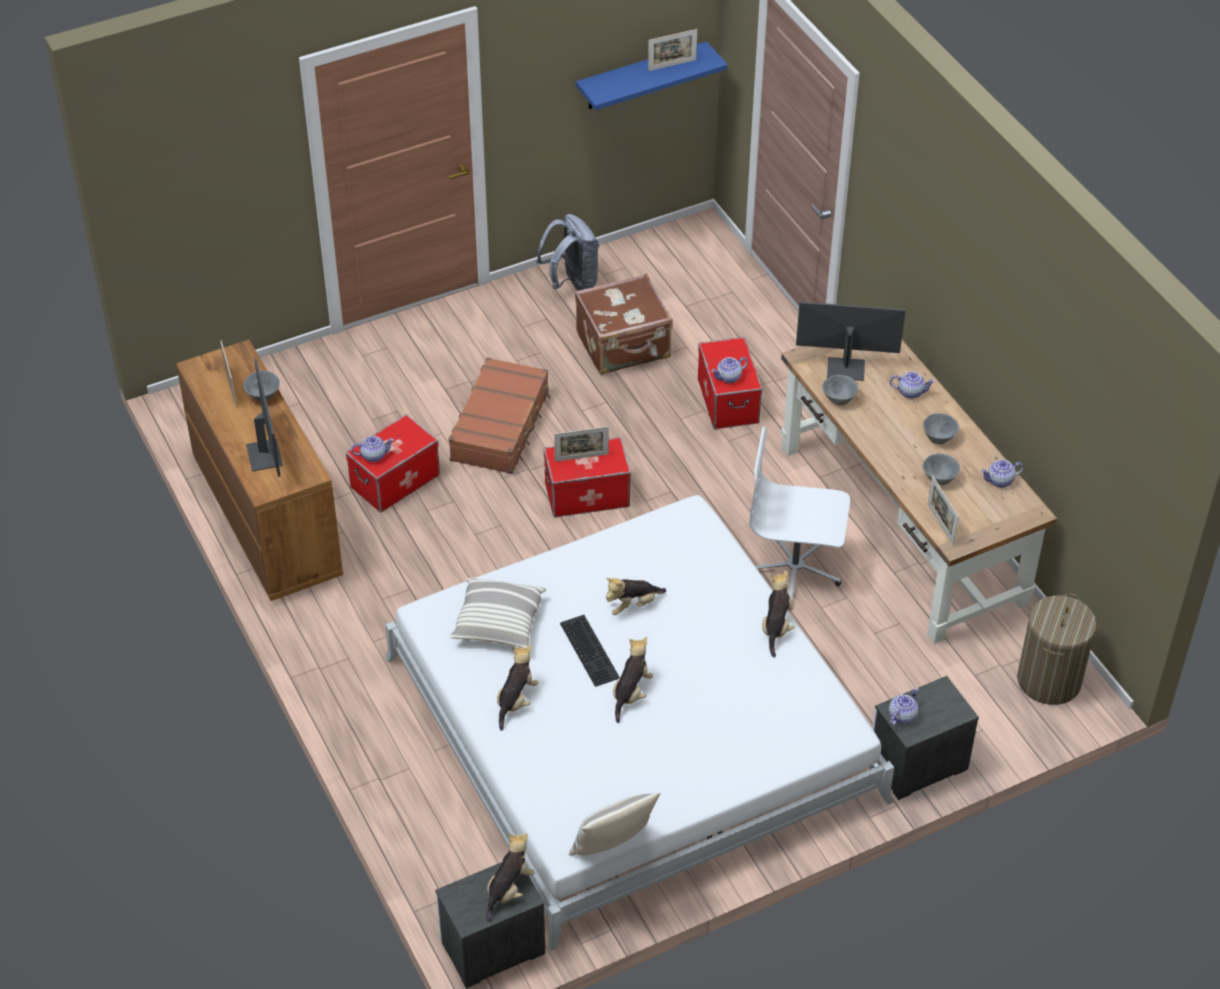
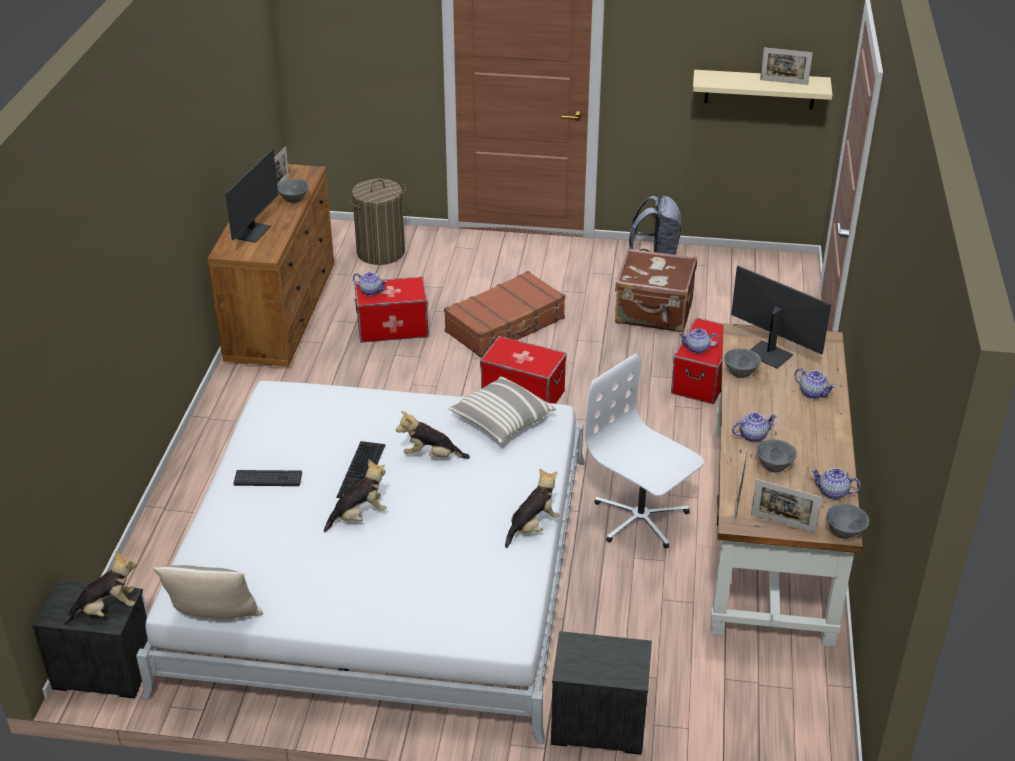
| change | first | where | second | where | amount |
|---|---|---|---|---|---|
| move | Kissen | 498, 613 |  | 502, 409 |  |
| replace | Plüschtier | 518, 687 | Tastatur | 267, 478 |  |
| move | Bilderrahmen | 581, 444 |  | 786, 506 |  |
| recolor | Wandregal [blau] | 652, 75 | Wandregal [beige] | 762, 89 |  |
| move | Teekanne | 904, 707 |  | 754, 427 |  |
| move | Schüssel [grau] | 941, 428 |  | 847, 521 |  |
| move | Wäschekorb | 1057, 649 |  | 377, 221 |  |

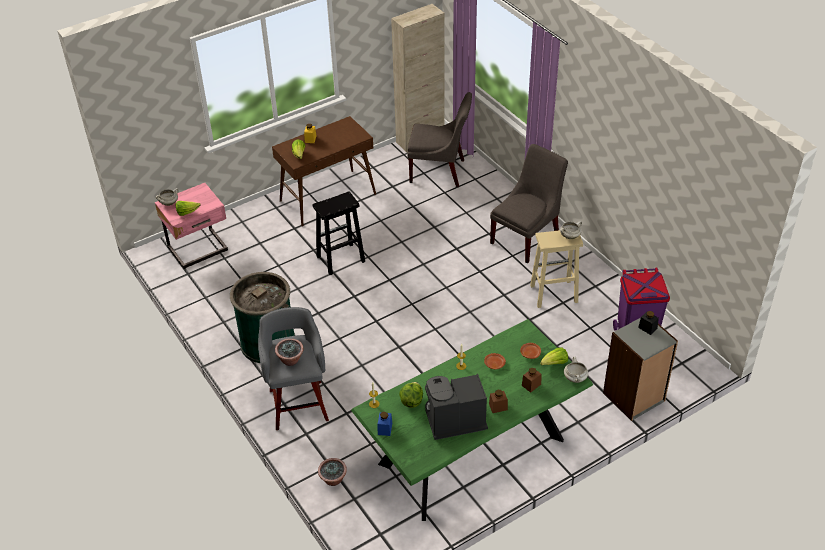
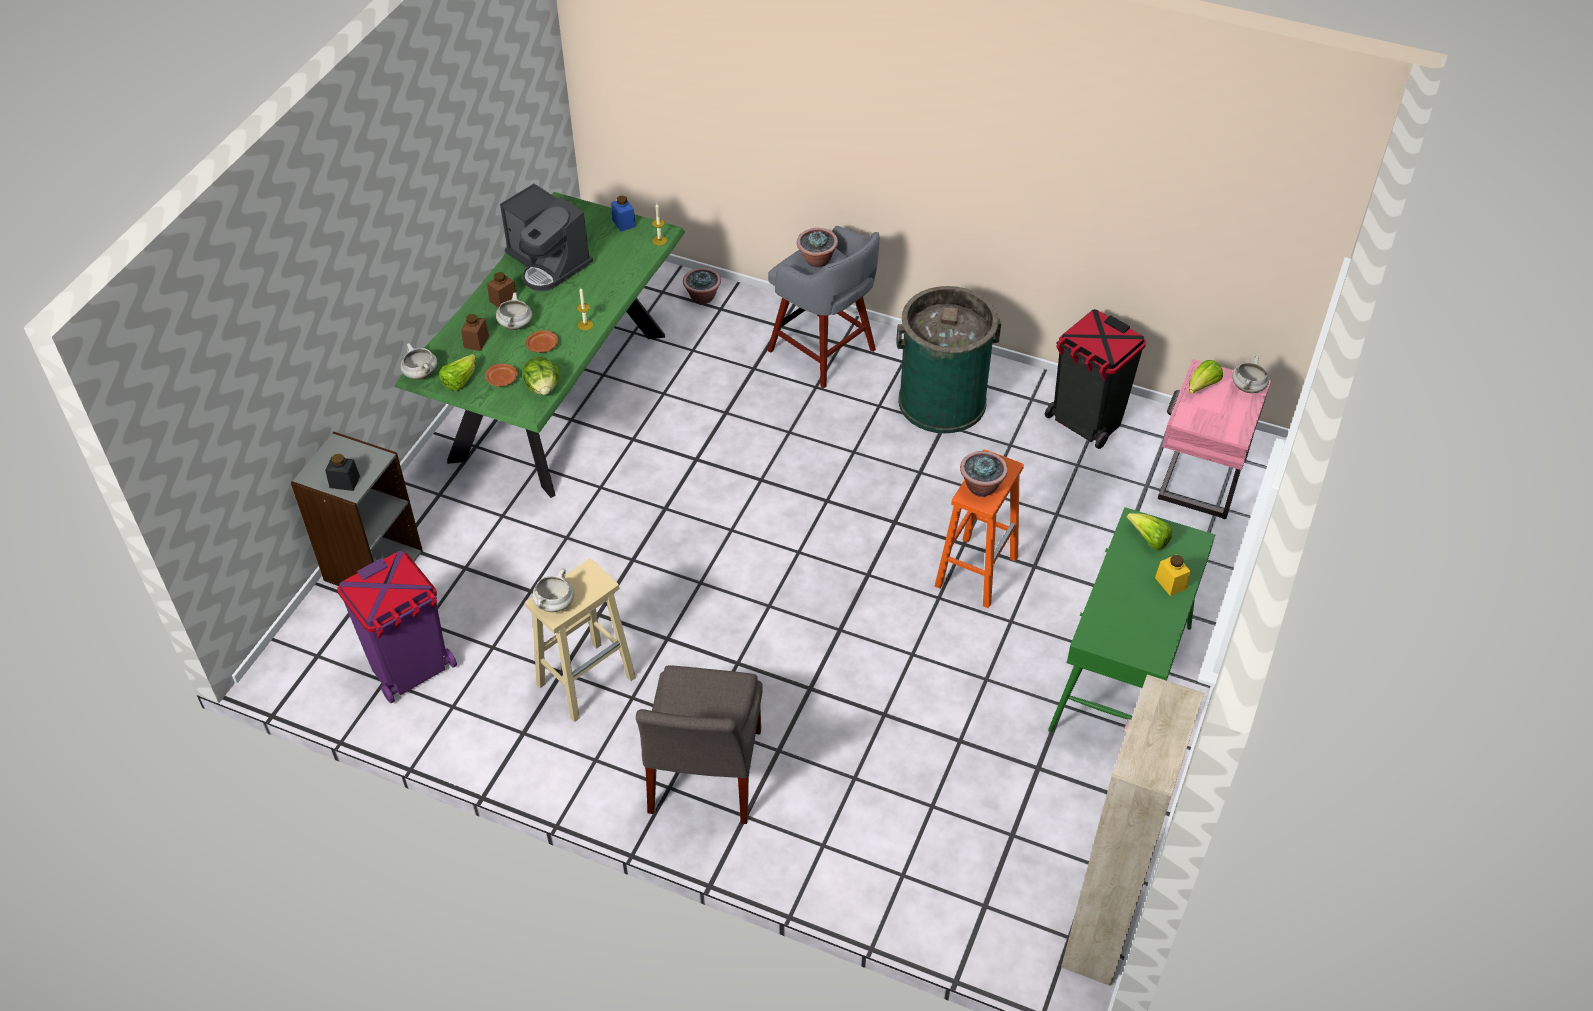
| change | first | where | second | where | amount |
|---|---|---|---|---|---|
| recolor | Konsolentisch [braun] | 324, 171 | Konsolentisch [grün] | 1131, 619 |  |
| recolor | Hocker [schwarz] | 338, 233 | Hocker [orange] | 979, 528 |  |
| move | Salatkopf | 411, 395 |  | 541, 376 |  |
| delete | Stuhl [grau] | 439, 139 |  |  |  |
| rotate | Kaffeemaschine | 456, 407 |  | 546, 238 | 90 degrees clockwise |
| insert |  |  | Kochtopf [weiß] | 514, 311 |  |
| insert |  |  | Topfpflanze | 984, 474 |  |
| insert |  |  | Mülleimer [schwarz] | 1095, 379 |  |

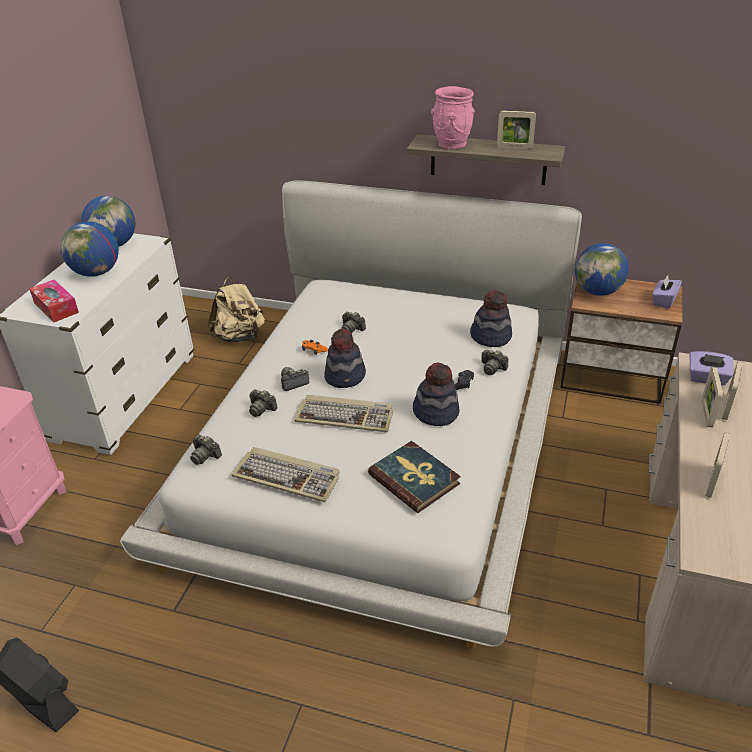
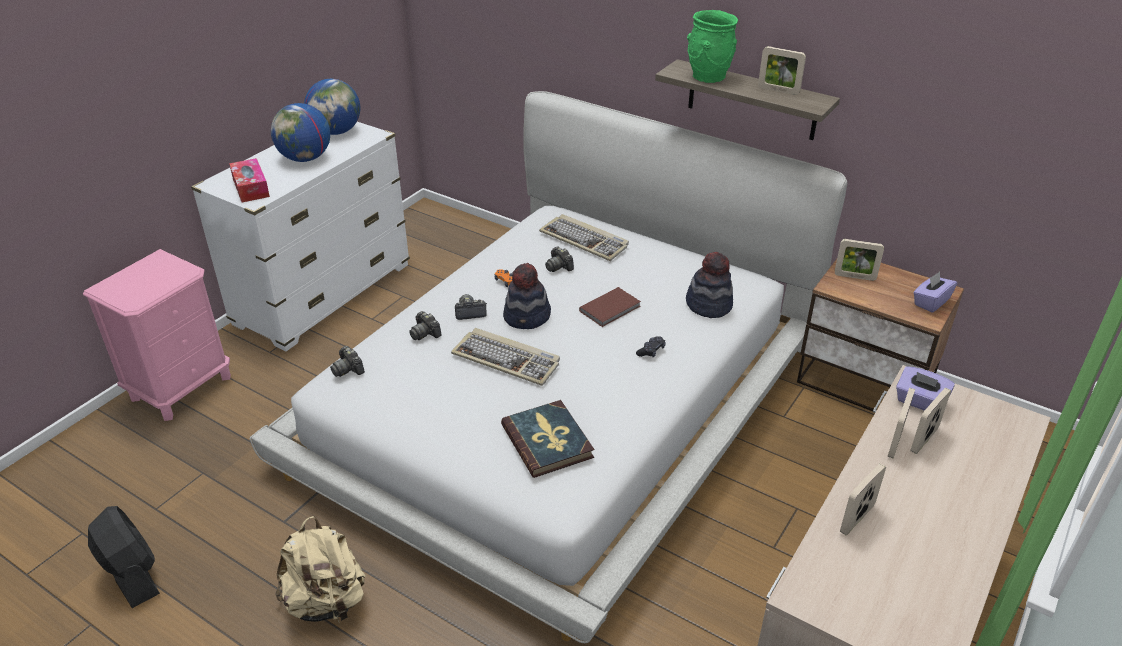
| change | first | where | second | where | amount |
|---|---|---|---|---|---|
| move | Rucksack [beige] | 236, 309 |  | 320, 570 |  |
| move | Tastatur | 286, 474 |  | 584, 237 |  |
| delete | Hut | 436, 394 |  |  |  |
| recolor | Vase [rosa] | 453, 117 | Vase [grün] | 712, 46 |  |
| delete | Kamera | 495, 362 |  |  |  |
| replace | Globus | 602, 269 | Bilderrahmen | 859, 260 |  |
| insert |  |  | Buch [braun] | 610, 307 |  |

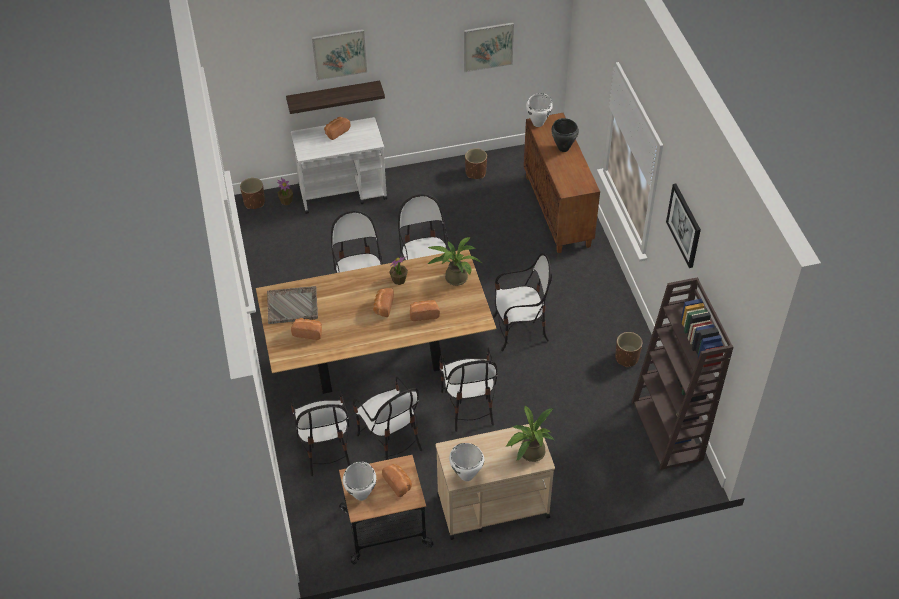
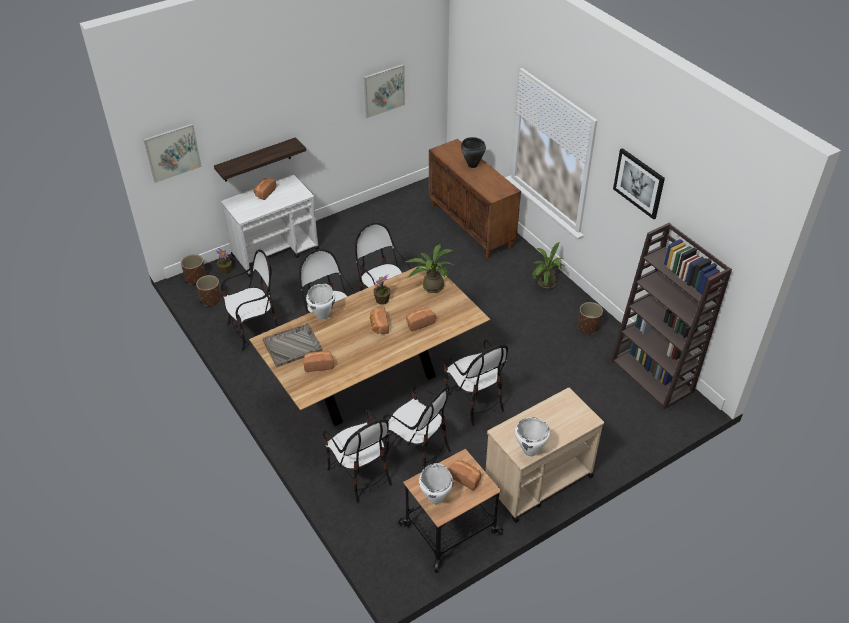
| change | first | where | second | where | amount |
|---|---|---|---|---|---|
| move | Bild | 339, 54 |  | 172, 153 |  |
| move | Pflanzkübel [braun] | 476, 163 |  | 209, 290 |  |
| move | Stuhl | 522, 302 |  | 249, 300 |  |
| move | Topfpflanze | 529, 433 |  | 548, 265 |  |
| move | Kochtopf [weiß] | 539, 110 |  | 320, 301 |  |

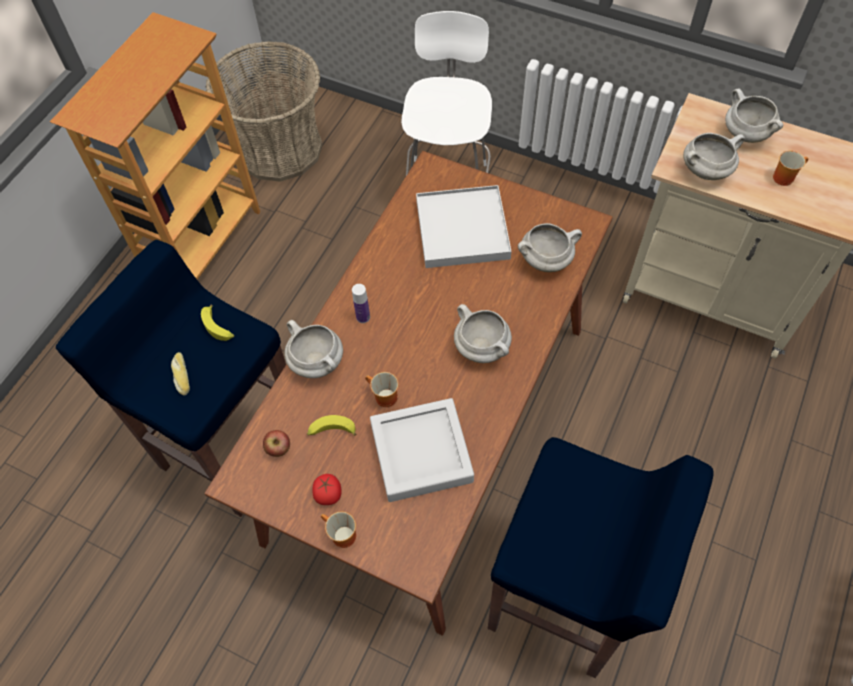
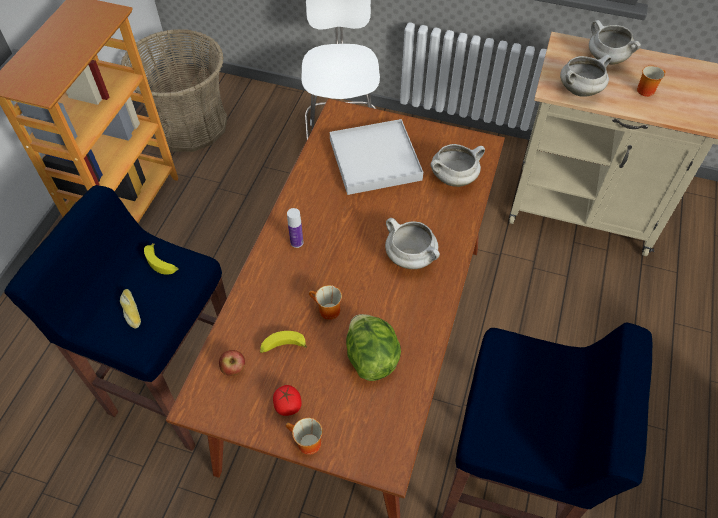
| change | first | where | second | where | amount |
|---|---|---|---|---|---|
| delete | Kochtopf [weiß] | 313, 349 |  |  |  |
| replace | Tablett [grau] | 422, 450 | Salatkopf | 373, 347 |  |

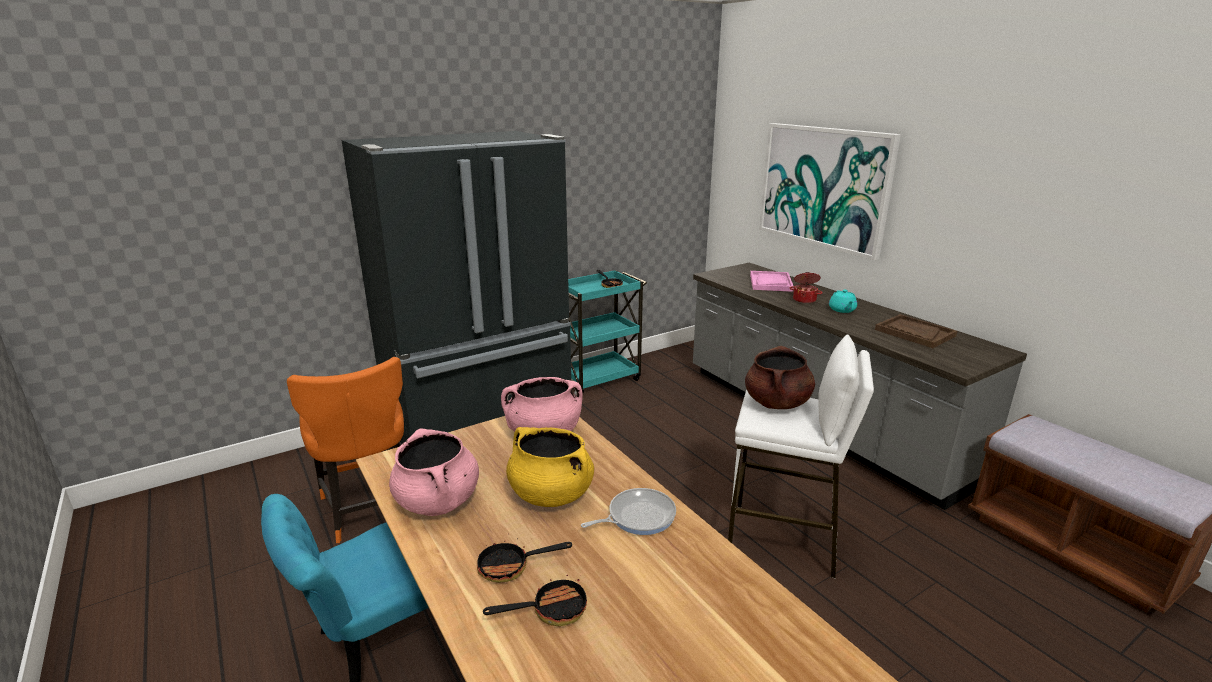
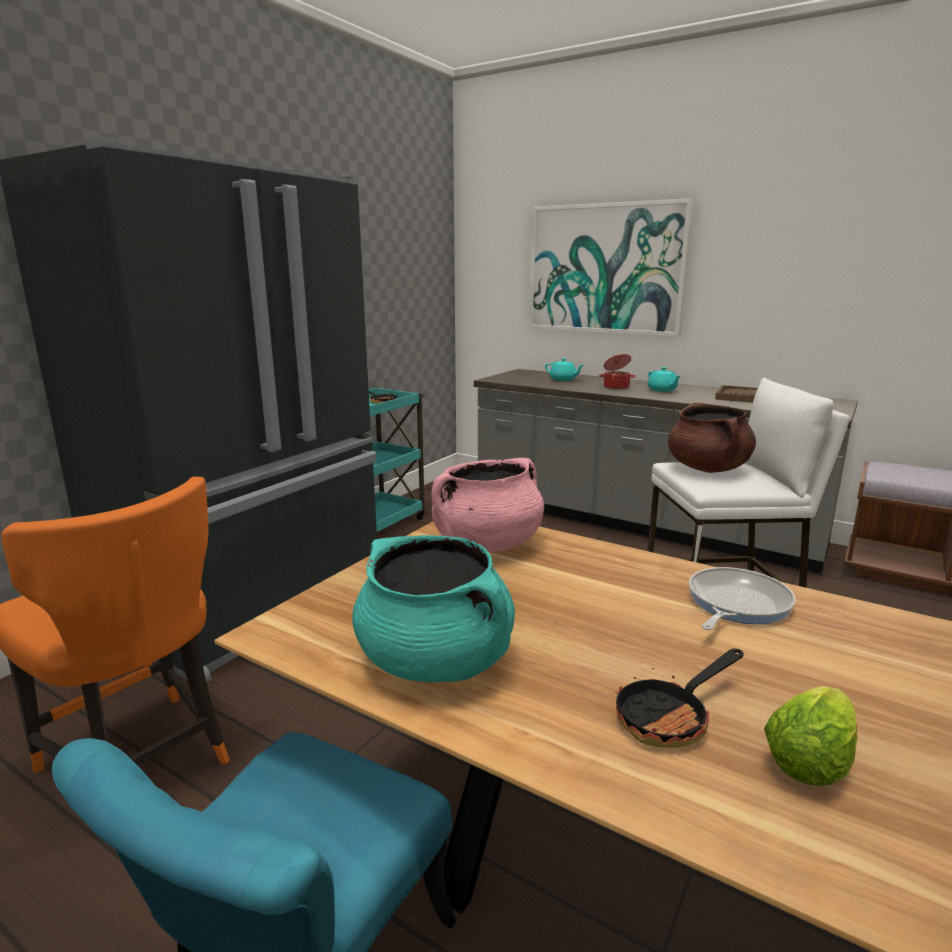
| change | first | where | second | where | amount |
|---|---|---|---|---|---|
| recolor | Kochtopf [rosa] | 434, 472 | Kochtopf [türkis] | 433, 608 |  |
| replace | Pfanne | 535, 600 | Salatkopf | 810, 736 |  |
| delete | Kochtopf [gelb] | 550, 467 |  |  |  |
| replace | Tablett [rosa] | 772, 281 | Teekanne [türkis] | 564, 369 |  |

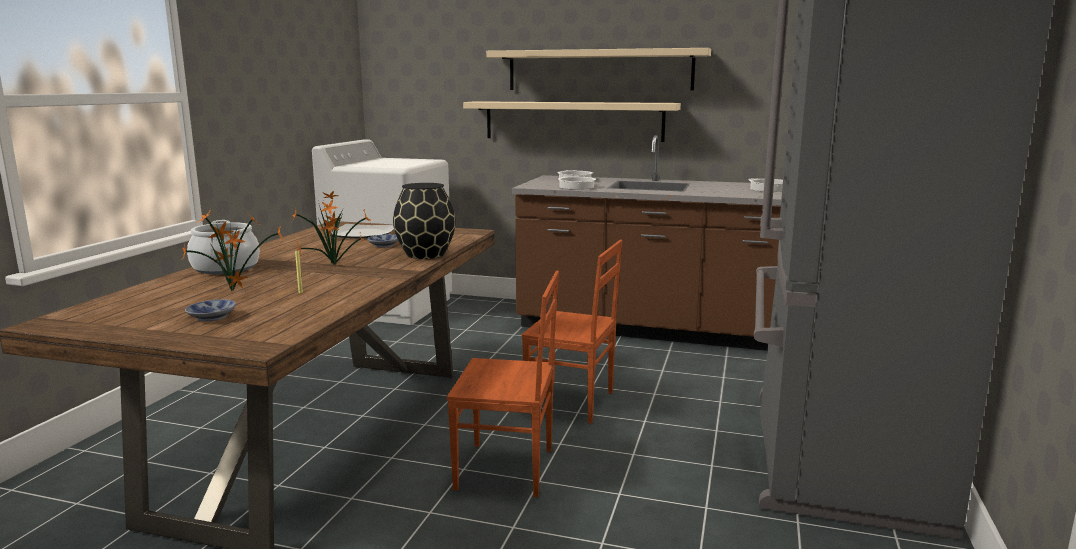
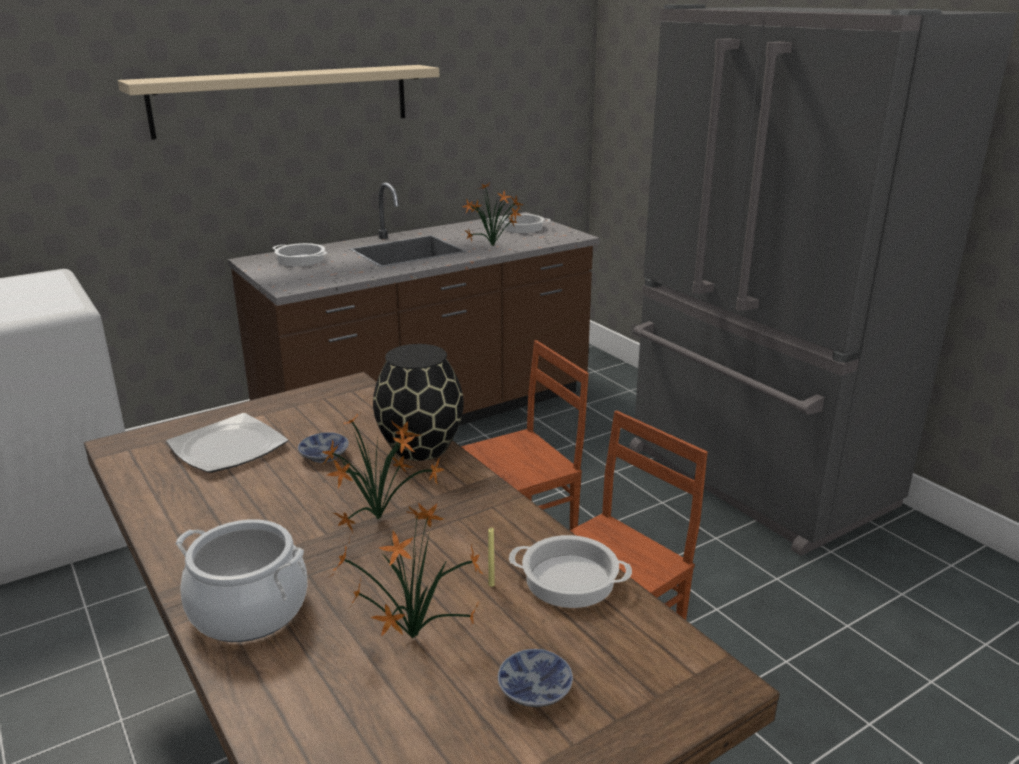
| change | first | where | second | where | amount |
|---|---|---|---|---|---|
| delete | Wandregal [beige] | 572, 121 |  |  |  |
| move | Kochtopf | 577, 182 |  | 570, 571 |  |
| insert |  |  | Topfpflanze | 493, 214 |  |

